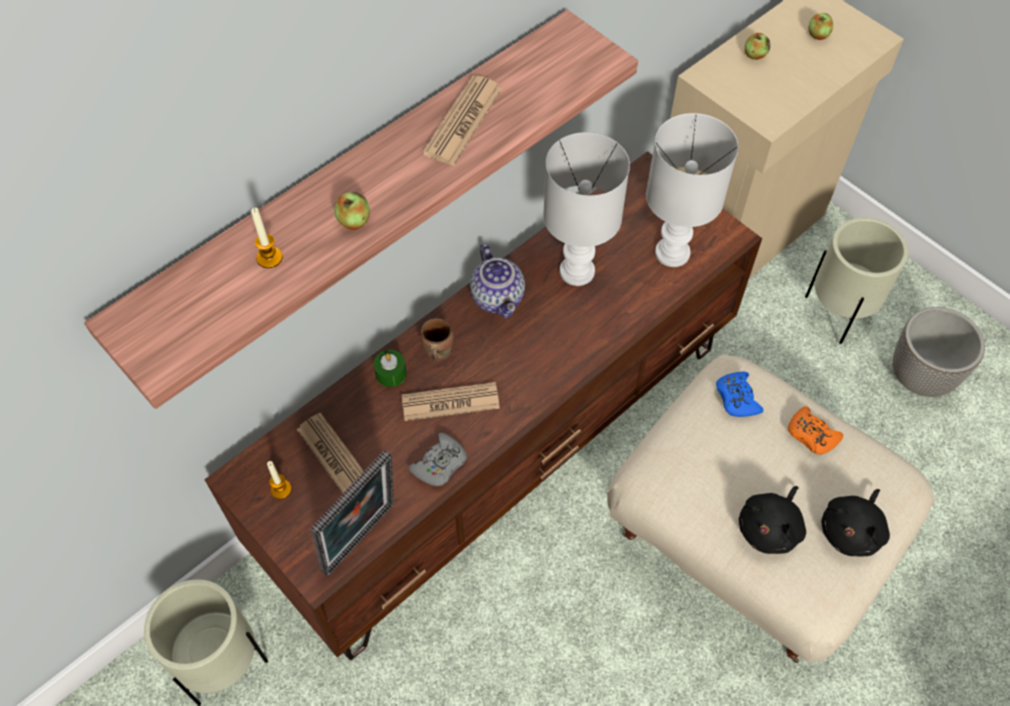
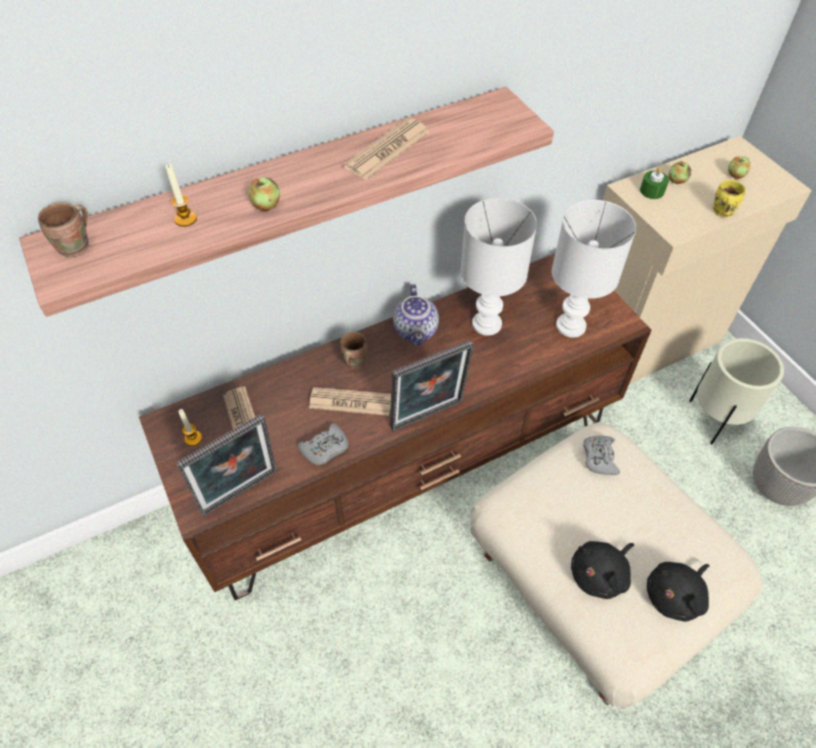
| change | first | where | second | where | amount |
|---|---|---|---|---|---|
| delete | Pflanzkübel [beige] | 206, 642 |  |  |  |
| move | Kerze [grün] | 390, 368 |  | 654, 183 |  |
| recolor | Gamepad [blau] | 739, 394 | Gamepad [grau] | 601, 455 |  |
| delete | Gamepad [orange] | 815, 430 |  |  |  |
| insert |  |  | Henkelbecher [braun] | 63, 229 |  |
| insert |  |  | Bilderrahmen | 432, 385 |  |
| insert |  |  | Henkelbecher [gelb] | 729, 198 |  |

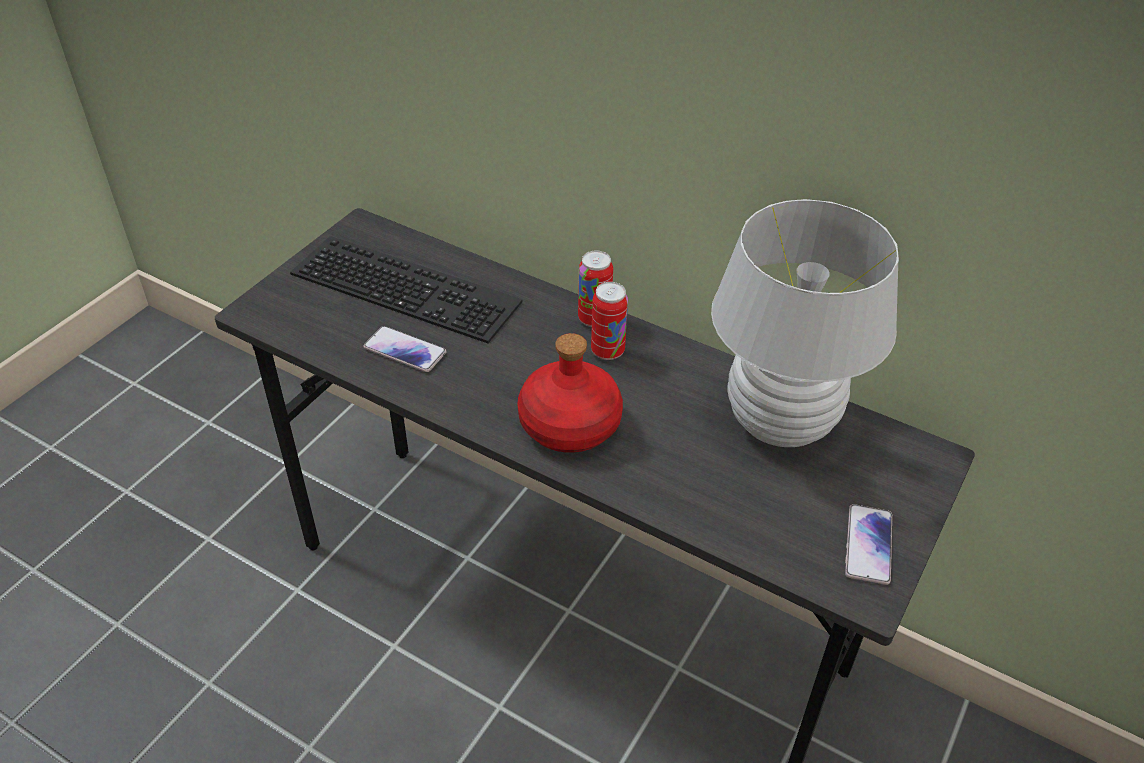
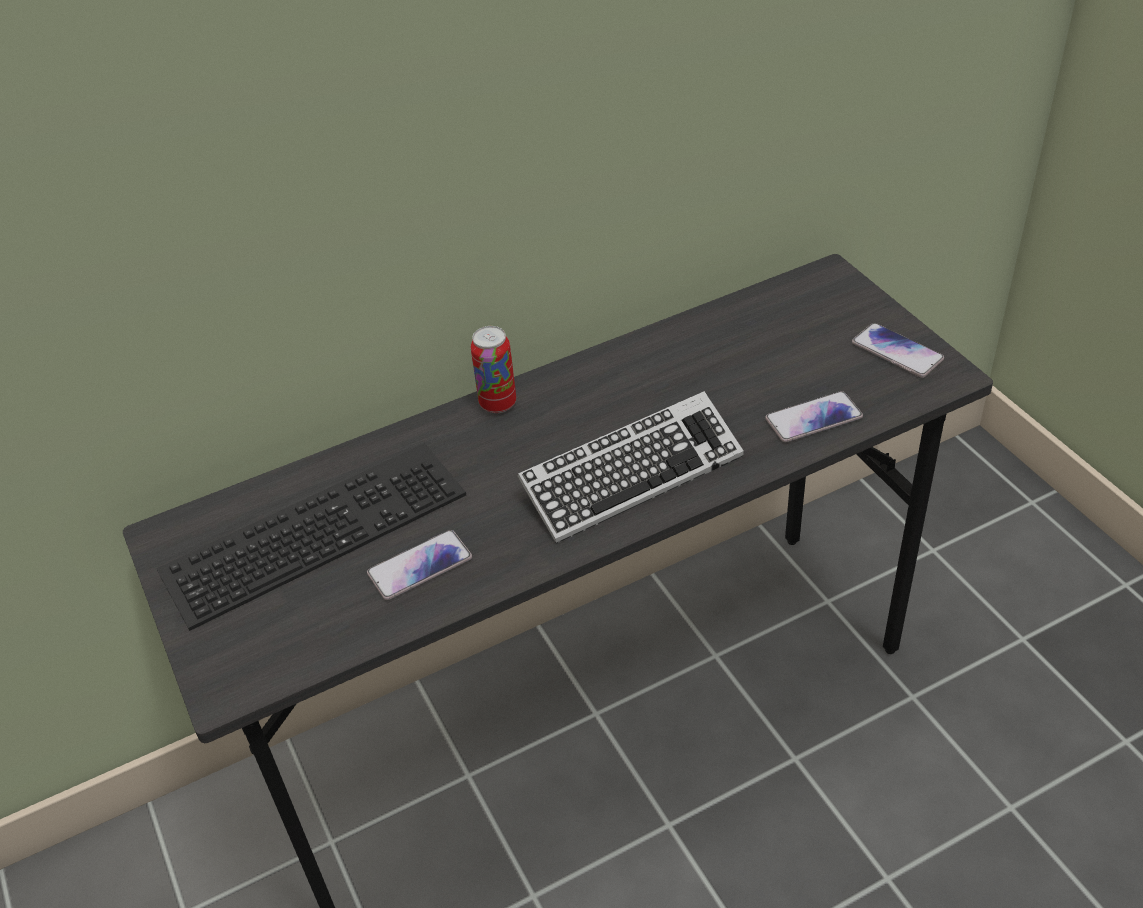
| change | first | where | second | where | amount |
|---|---|---|---|---|---|
| replace | Flasche [rot] | 570, 393 | Tastatur | 630, 467 |  |
| delete | Dose | 609, 321 |  |  |  |
| delete | Tischlampe [weiß] | 805, 323 |  |  |  |
| insert |  |  | Handy | 814, 416 |  |

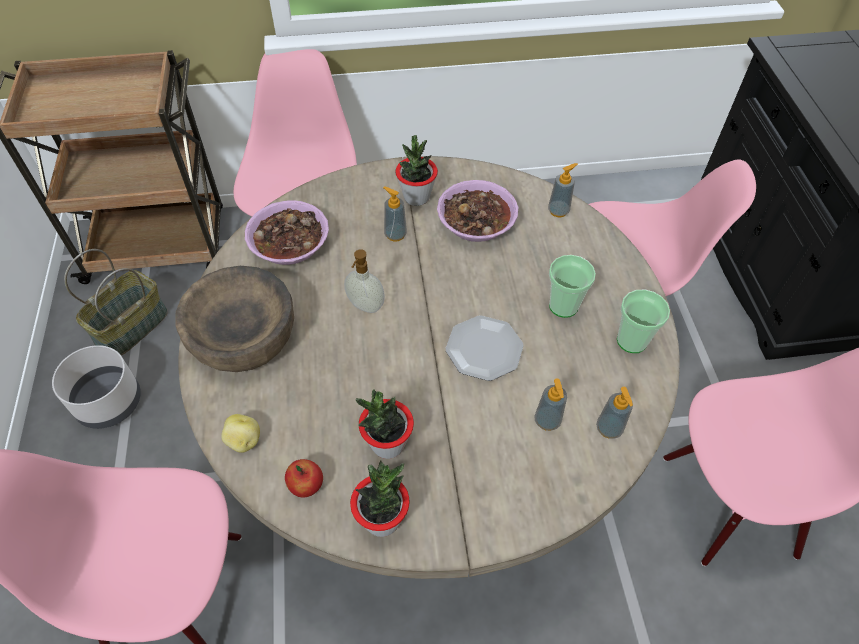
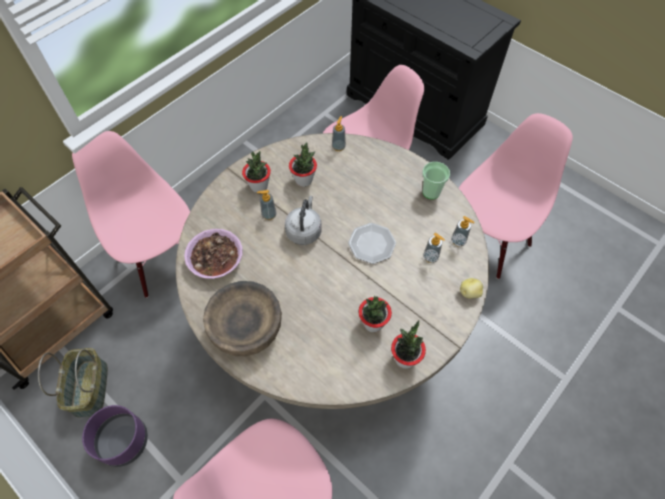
| change | first | where | second | where | amount |
|---|---|---|---|---|---|
| recolor | Pflanzkübel [grau] | 96, 387 | Pflanzkübel [lila] | 115, 436 |  |
| move | Kartoffel | 240, 433 |  | 471, 288 |  |
| delete | Apfel | 304, 478 |  |  |  |
| delete | Seifenspender | 364, 281 |  |  |  |
| replace | Schüssel | 477, 211 | Topfpflanze | 303, 164 |  |
| delete | Tasse | 572, 286 |  |  |  |
| insert |  |  | Wasserkessel [grau] | 303, 220 |  |

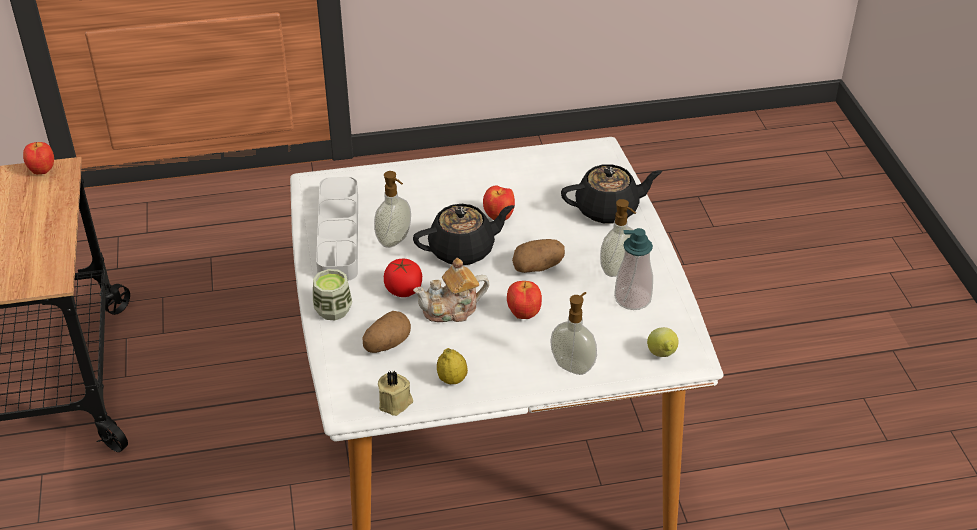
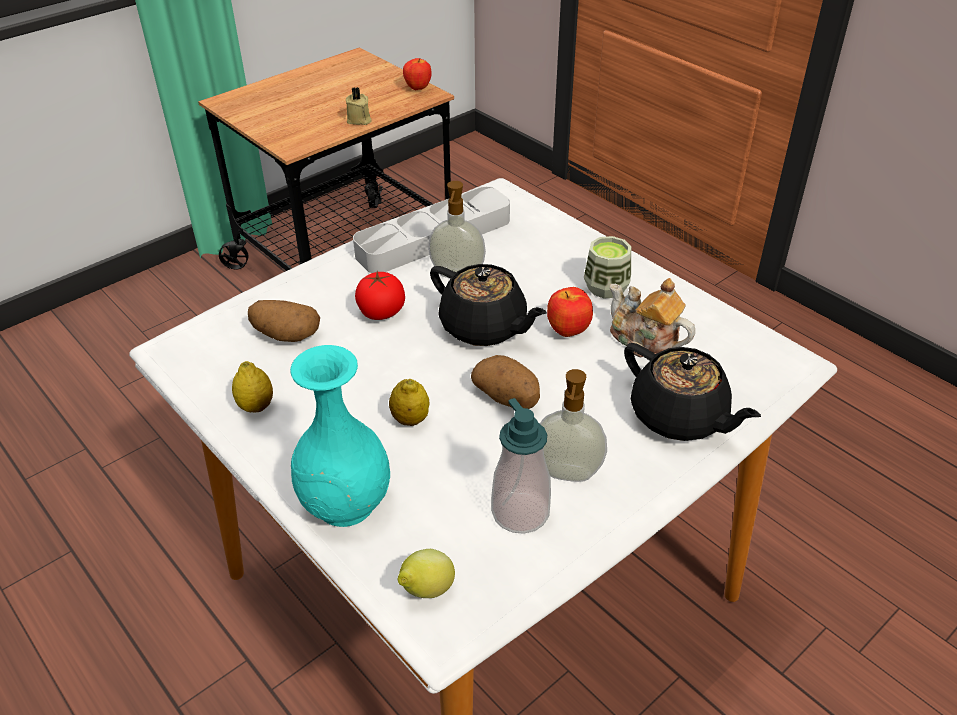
| change | first | where | second | where | amount |
|---|---|---|---|---|---|
| move | Tasse | 332, 294 |  | 607, 267 |  |
| move | Kerze [beige] | 395, 393 |  | 358, 106 |  |
| move | Teekanne | 451, 290 |  | 652, 317 |  |
| replace | Apfel | 524, 300 | Zitrone | 409, 402 |  |
| replace | Seifenspender | 573, 333 | Vase [türkis] | 340, 436 |  |

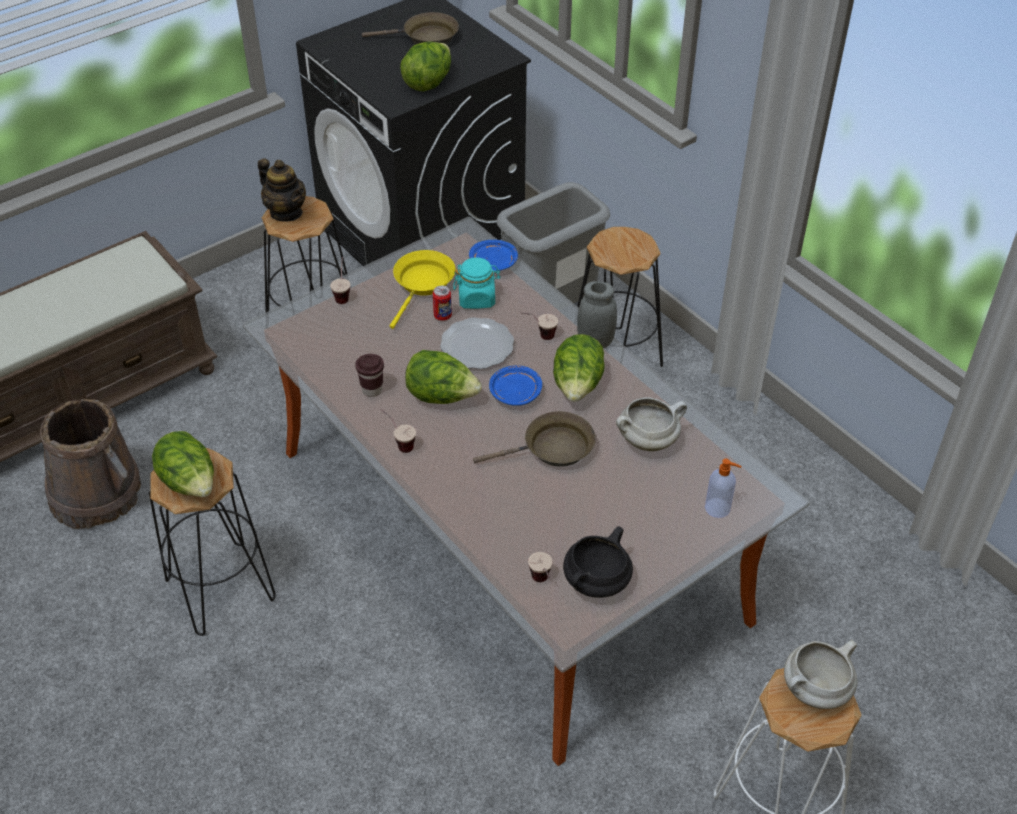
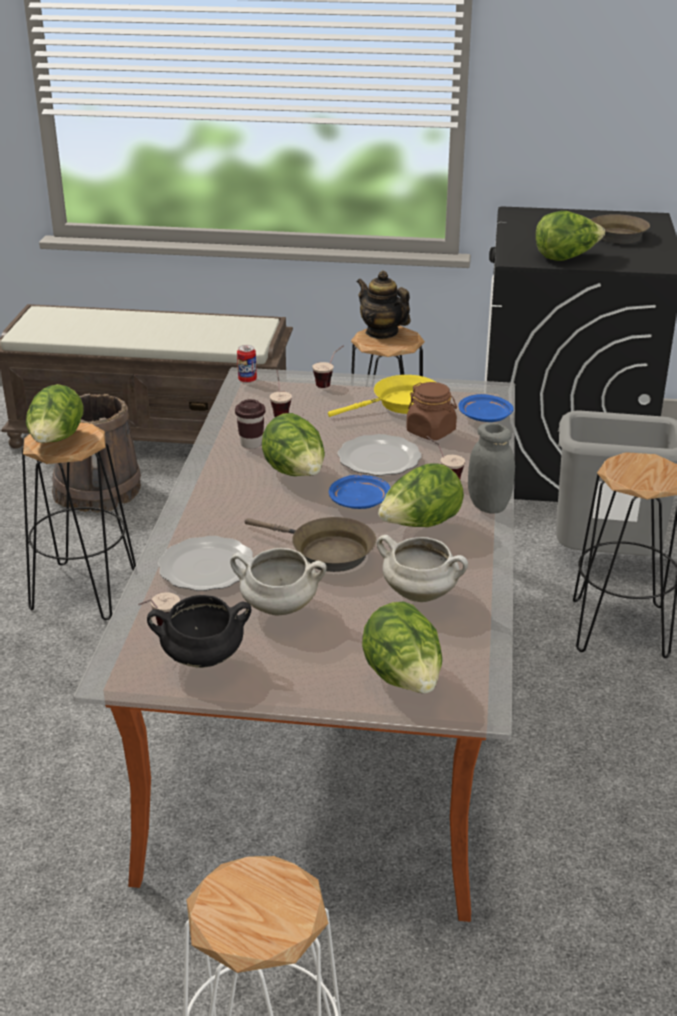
| change | first | where | second | where | amount |
|---|---|---|---|---|---|
| rotate | Teekanne | 282, 190 |  | 384, 305 | 135 degrees clockwise |
| move | Tasse | 398, 431 |  | 281, 393 |  |
| move | Dose | 442, 303 |  | 247, 364 |  |
| recolor | Vorratsglas [türkis] | 477, 283 | Vorratsglas [braun] | 431, 411 |  |
| replace | Seifenspender | 723, 488 | Salatkopf | 402, 647 |  |
| move | Kochtopf [weiß] | 820, 674 |  | 278, 581 |  |
| insert |  |  | Teller | 205, 563 |  |

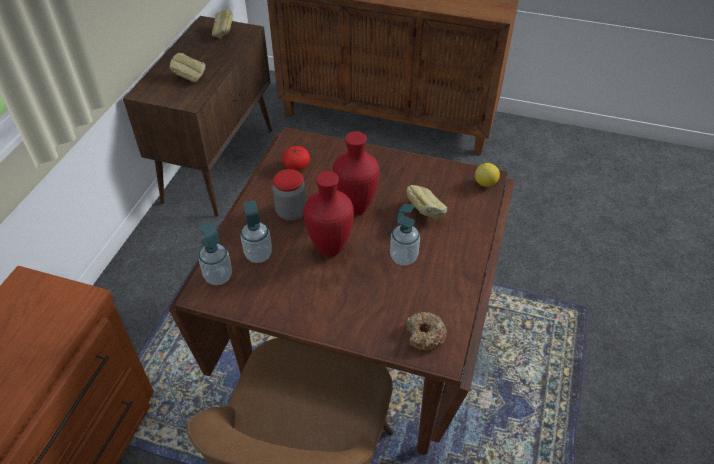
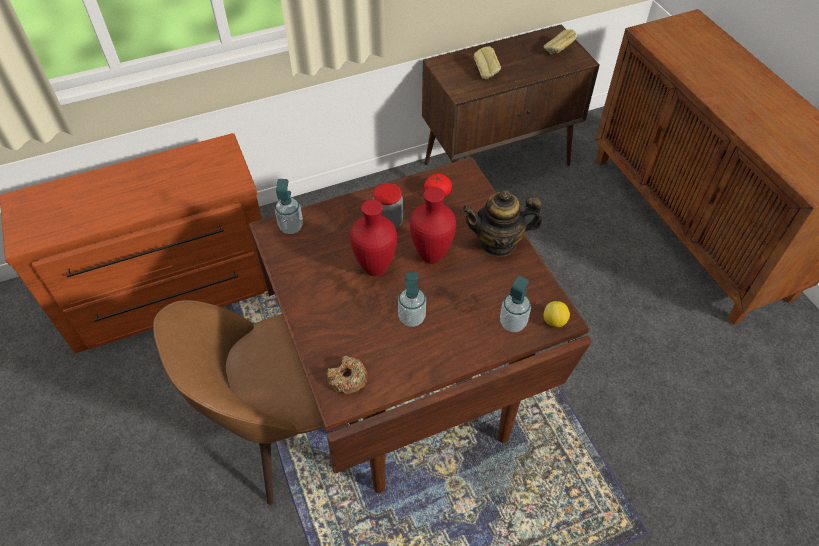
| change | first | where | second | where | amount |
|---|---|---|---|---|---|
| move | Seifenspender | 256, 232 |  | 515, 304 |  |
| delete | Brot | 427, 202 |  |  |  |
| insert |  |  | Teekanne | 502, 223 |  |

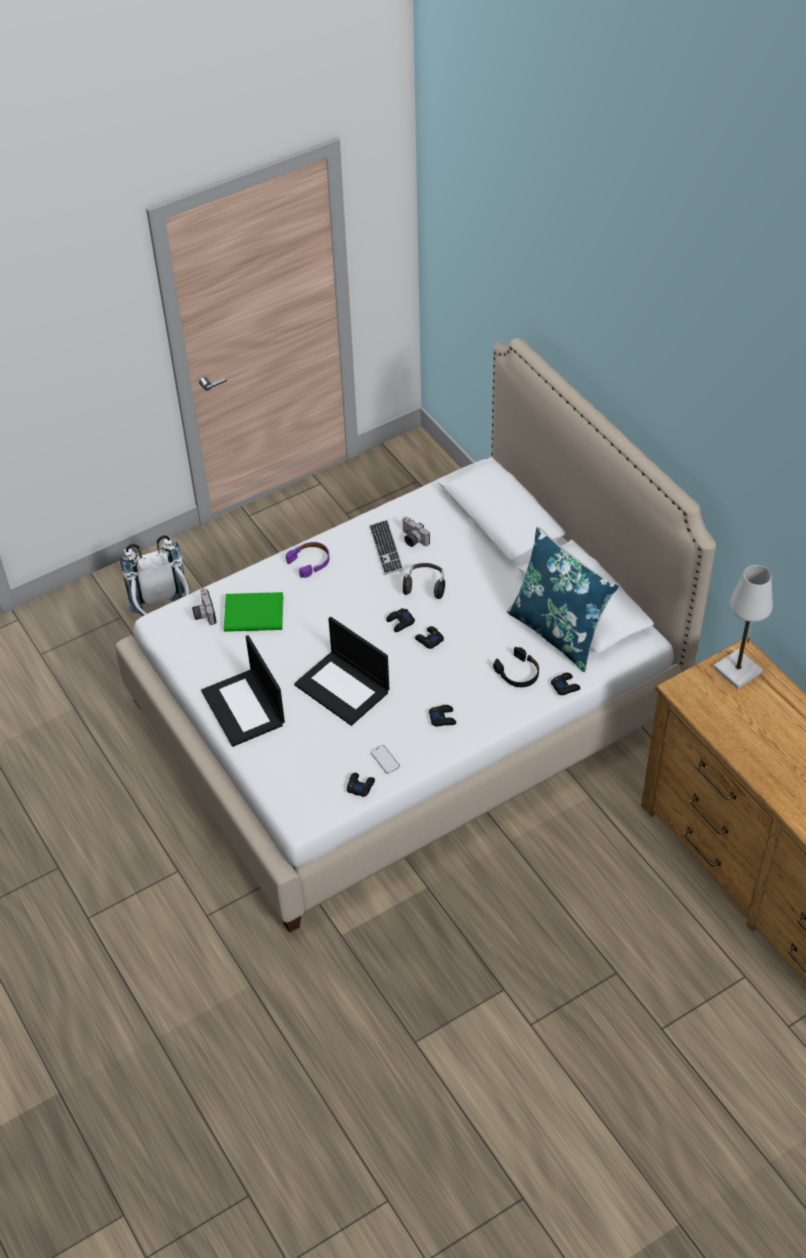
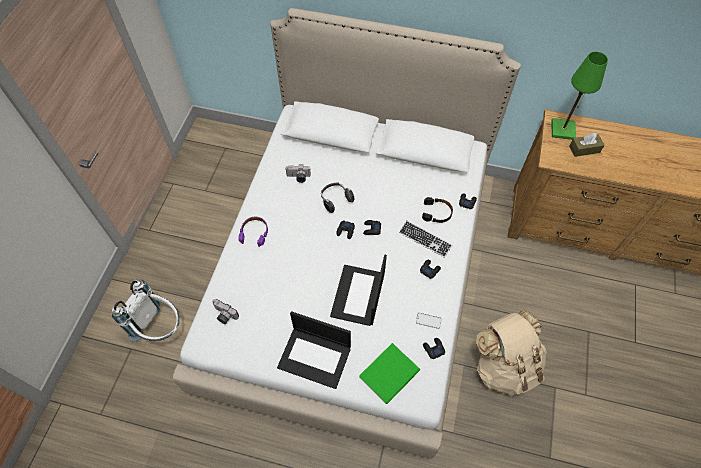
| change | first | where | second | where | amount |
|---|---|---|---|---|---|
| move | Buch [grün] | 254, 612 |  | 389, 373 |  |
| rotate | Laptop | 341, 671 |  | 358, 290 | 105 degrees clockwise |
| move | Tastatur | 386, 547 |  | 425, 239 |  |
| delete | Kissen [blau] | 563, 599 |  |  |  |
| recolor | Tischlampe [weiß] | 743, 627 | Tischlampe [grün] | 579, 96 |  |
| insert |  |  | Rucksack [beige] | 511, 353 |  |
| insert |  |  | Taschentuchbox [braun] | 587, 145 |  |

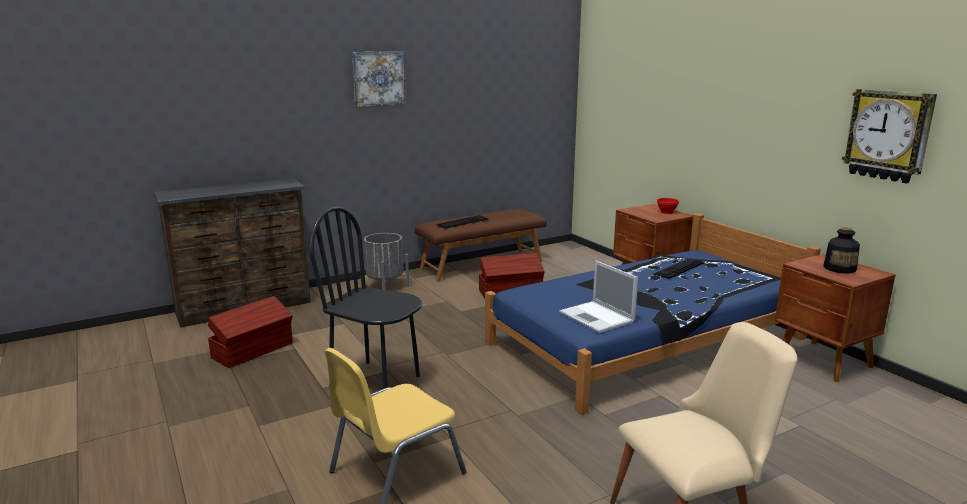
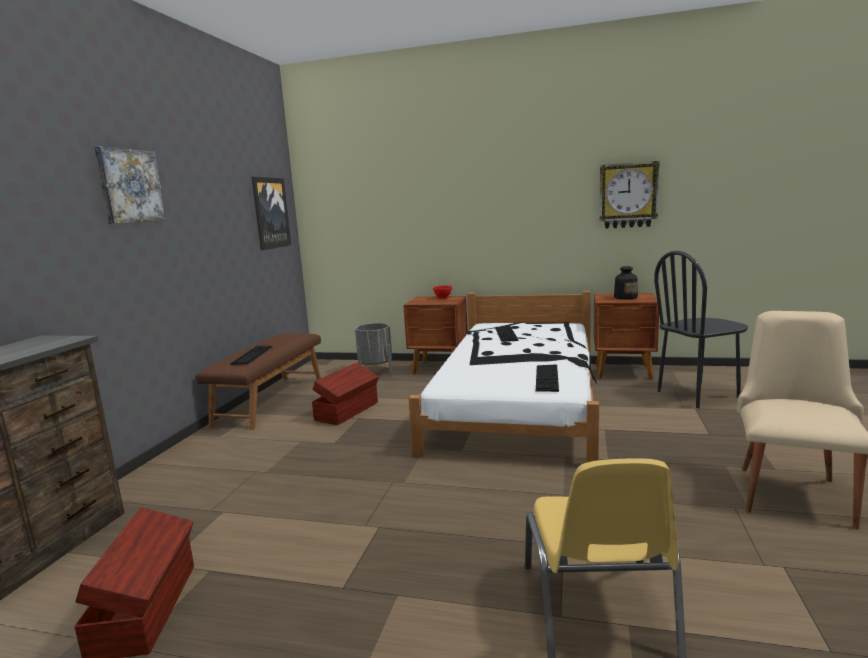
| change | first | where | second | where | amount |
|---|---|---|---|---|---|
| move | Stuhl [schwarz] | 365, 298 |  | 701, 329 |  |
| move | Pflanzkübel [grau] | 384, 261 |  | 373, 349 |  |
| recolor | Bett [blau] | 653, 314 | Bett [weiß] | 503, 377 |  |
| replace | Laptop | 598, 296 | Tastatur | 547, 378 |  |
| insert |  |  | Bild | 271, 213 |  |

